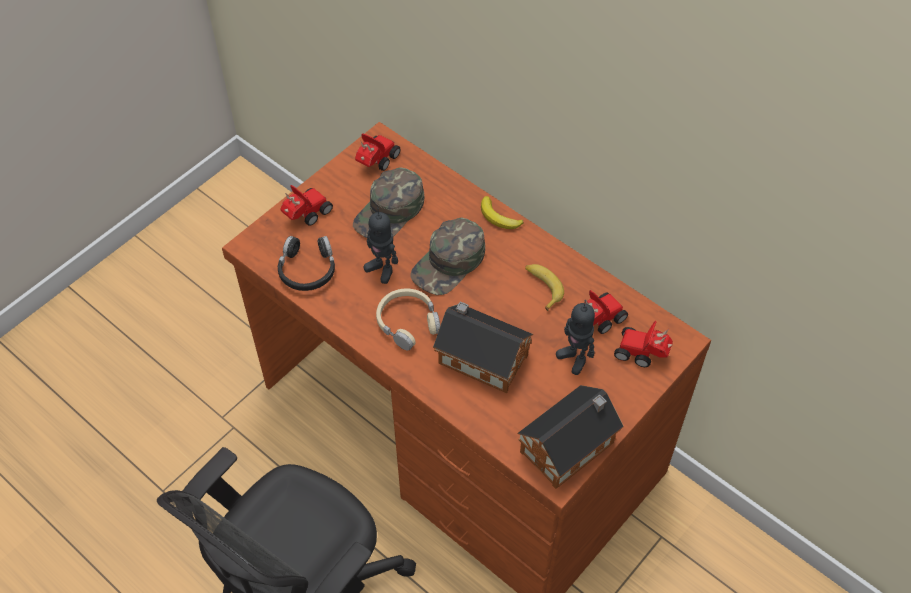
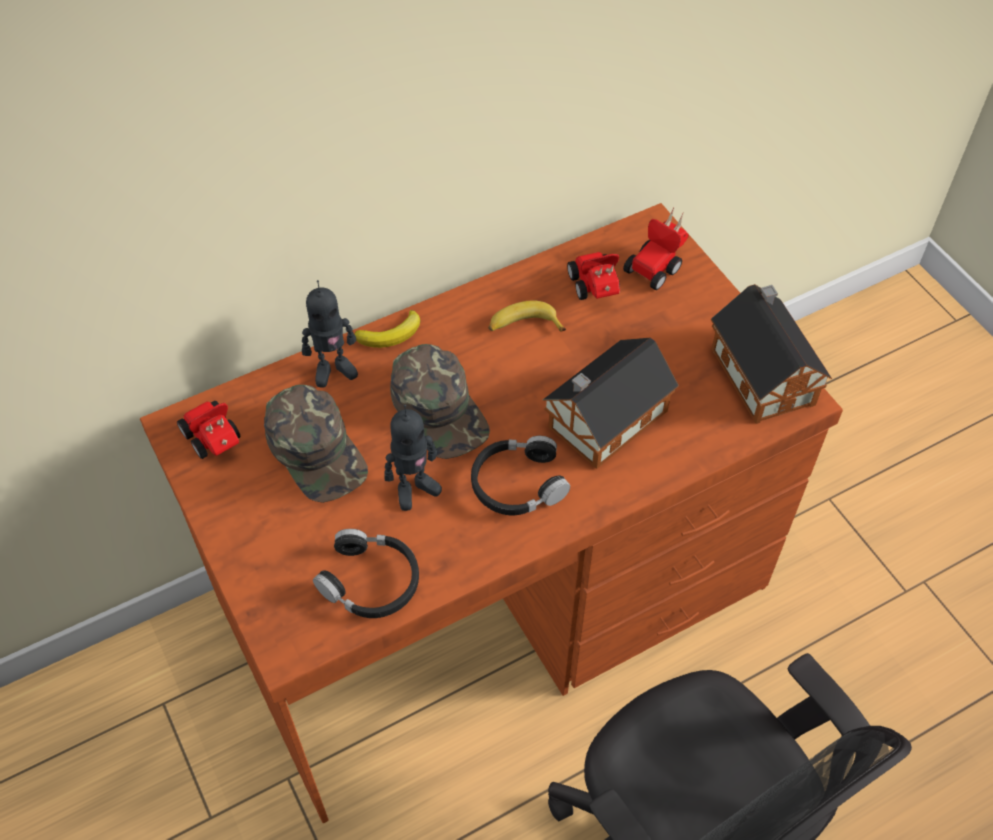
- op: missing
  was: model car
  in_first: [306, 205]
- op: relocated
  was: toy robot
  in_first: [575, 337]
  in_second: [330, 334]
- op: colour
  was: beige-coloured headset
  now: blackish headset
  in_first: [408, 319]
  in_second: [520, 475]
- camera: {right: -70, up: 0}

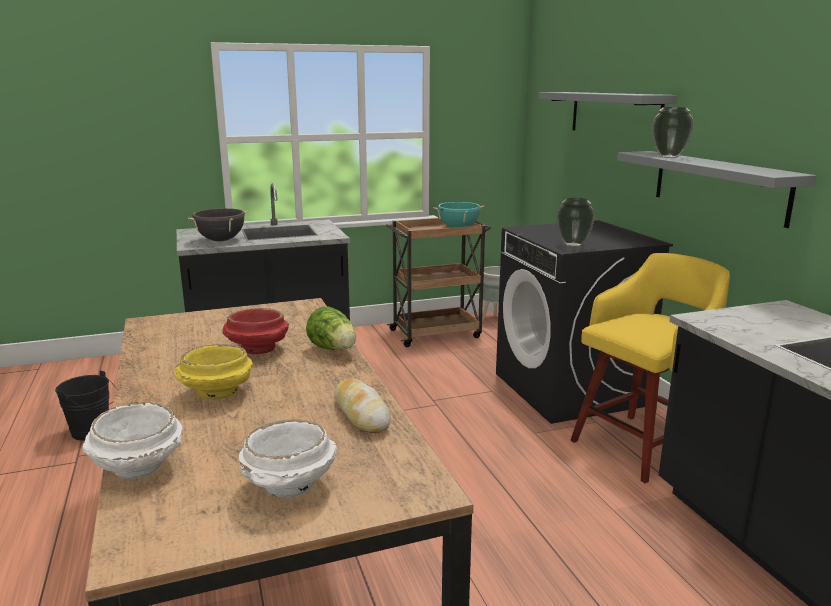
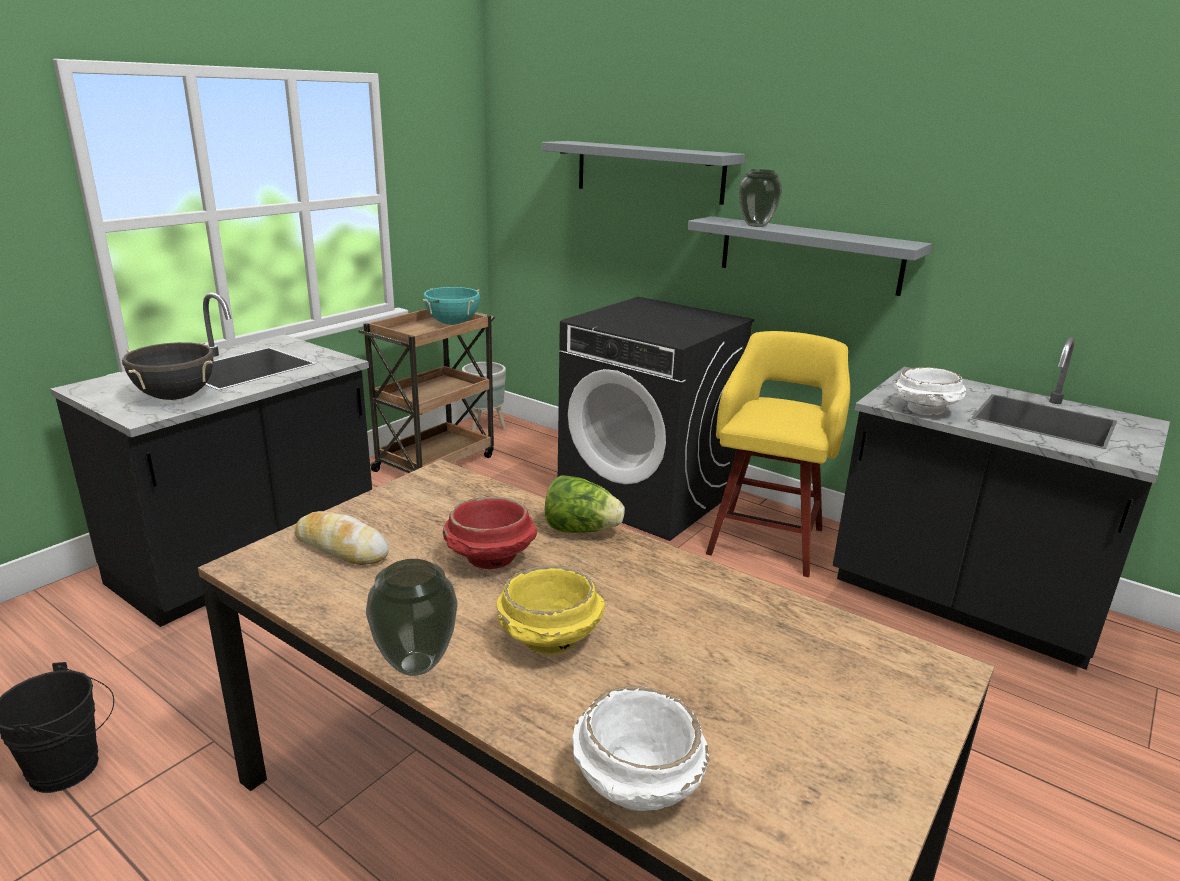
- op: relocated
  was: white-coloured bowl
  in_first: [288, 459]
  in_second: [930, 391]
- op: relocated
  was: bread
  in_first: [362, 406]
  in_second: [341, 538]
- op: relocated
  was: flower vase
  in_first: [576, 222]
  in_second: [412, 617]
- camera: {right: -35, up: 5}

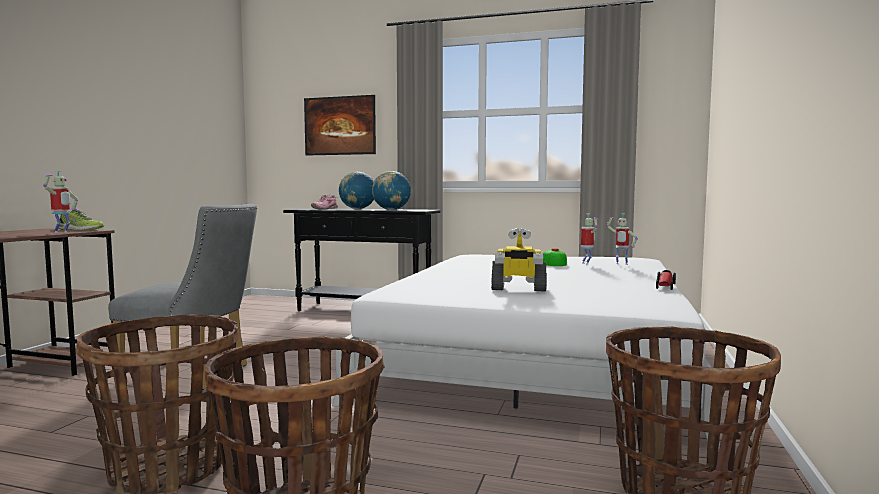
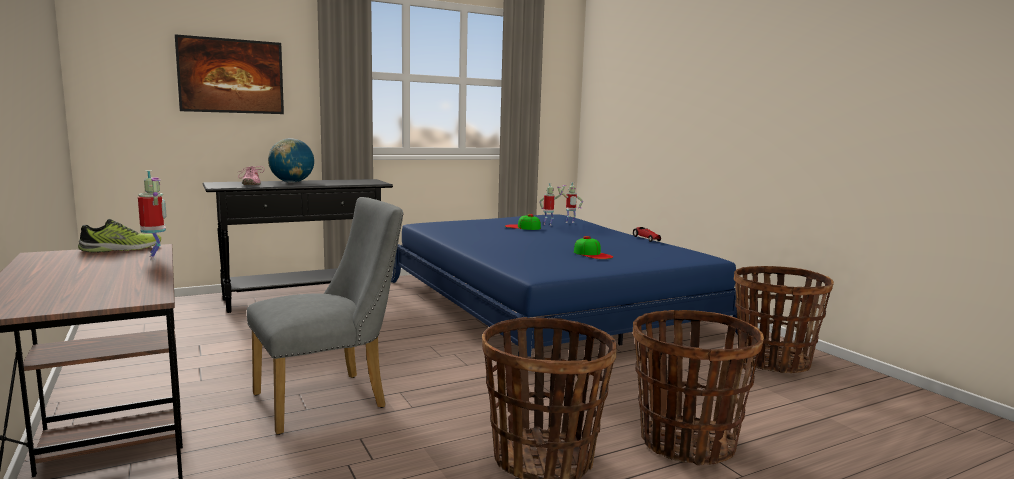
- op: missing
  was: globe
  in_first: [391, 190]
- op: exchanged
  was: toy robot
  now: peaked cap
  in_first: [519, 260]
  in_second: [593, 247]
- op: colour
  was: white-coloured bedroom bed
  now: bluish bedroom bed
  in_first: [526, 354]
  in_second: [564, 285]
- camera: {right: -45, up: 5}

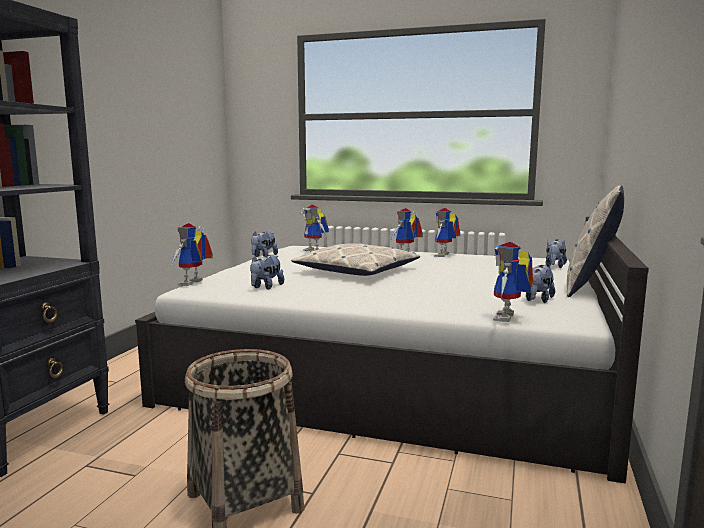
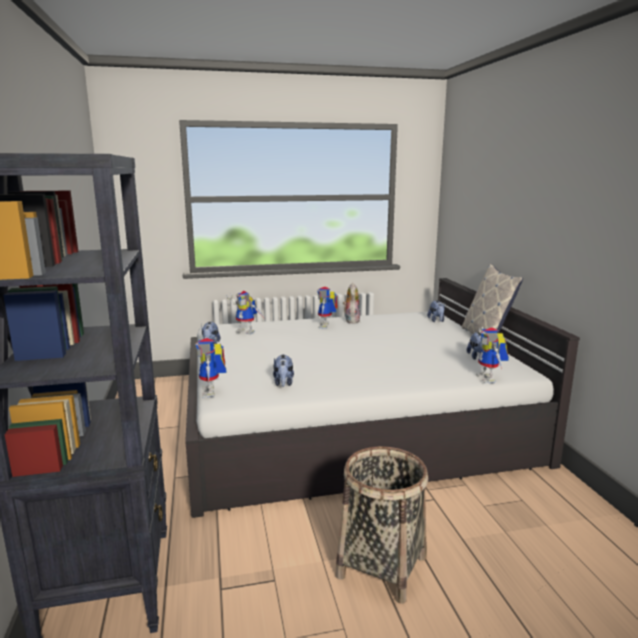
- op: missing
  was: throw pillow
  in_first: [355, 259]
- op: exchanged
  was: toy robot
  now: soft toy
  in_first: [447, 232]
  in_second: [351, 303]
- camera: {right: -30, up: 5}

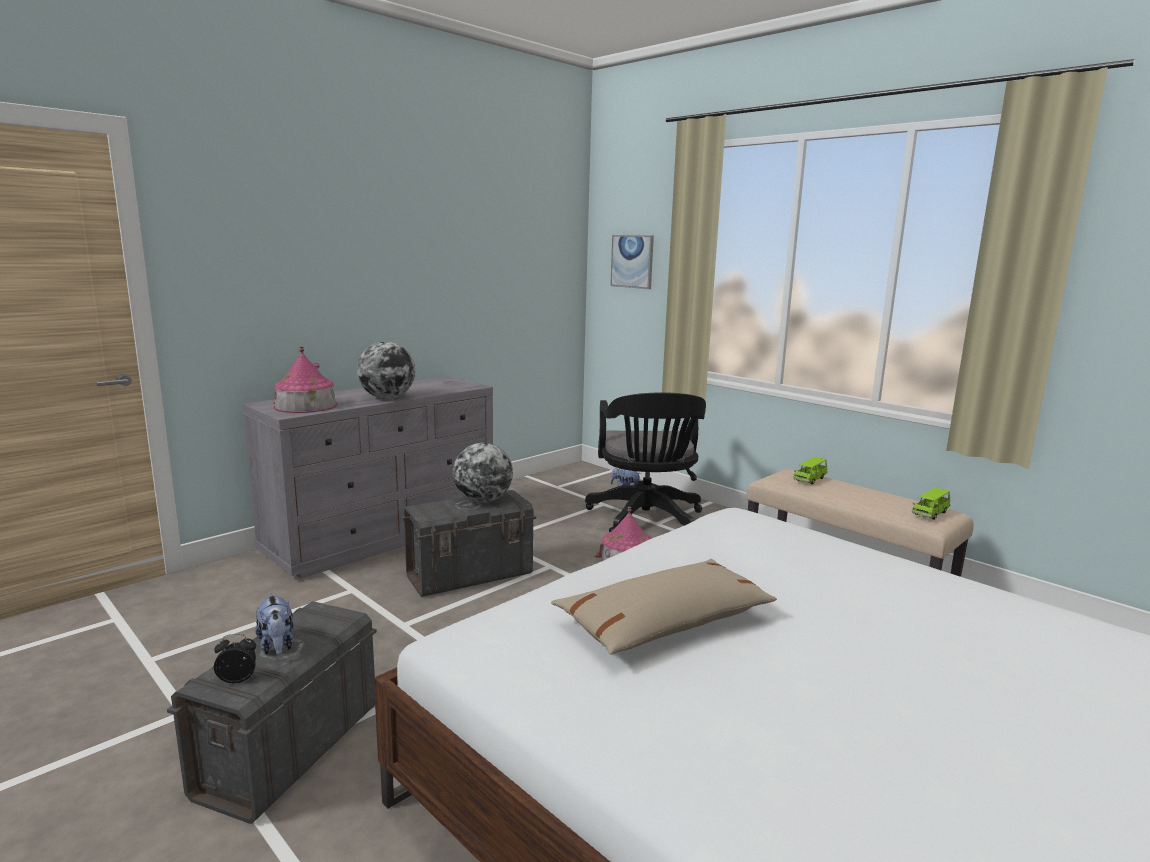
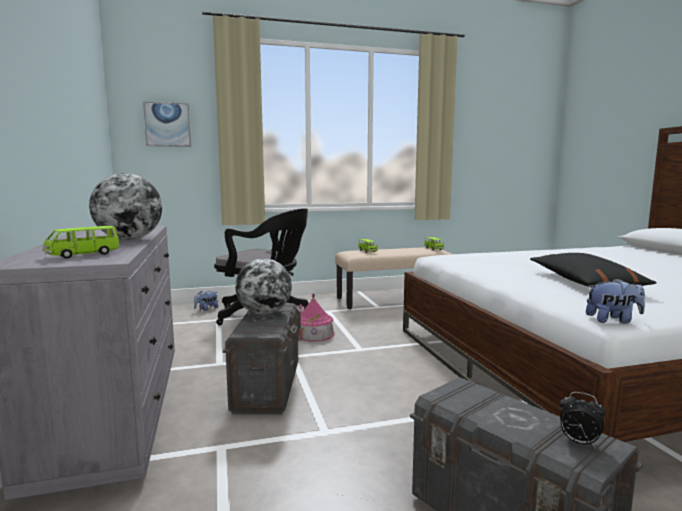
- op: relocated
  was: soft toy
  in_first: [274, 624]
  in_second: [615, 301]
- op: exchanged
  was: miniature house
  now: green model car
  in_first: [305, 379]
  in_second: [81, 242]
- op: colour
  was: beige-coloured throw pillow
  now: blackish throw pillow
  in_first: [664, 606]
  in_second: [593, 269]
- op: spun
  was: table clock
  in_first: [235, 658]
  in_second: [583, 420]
  clockwise: -75
- camera: {right: -60, up: -5}

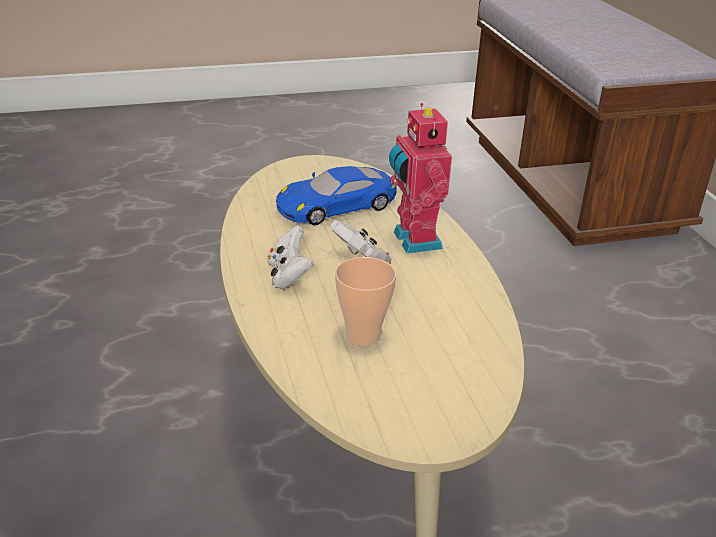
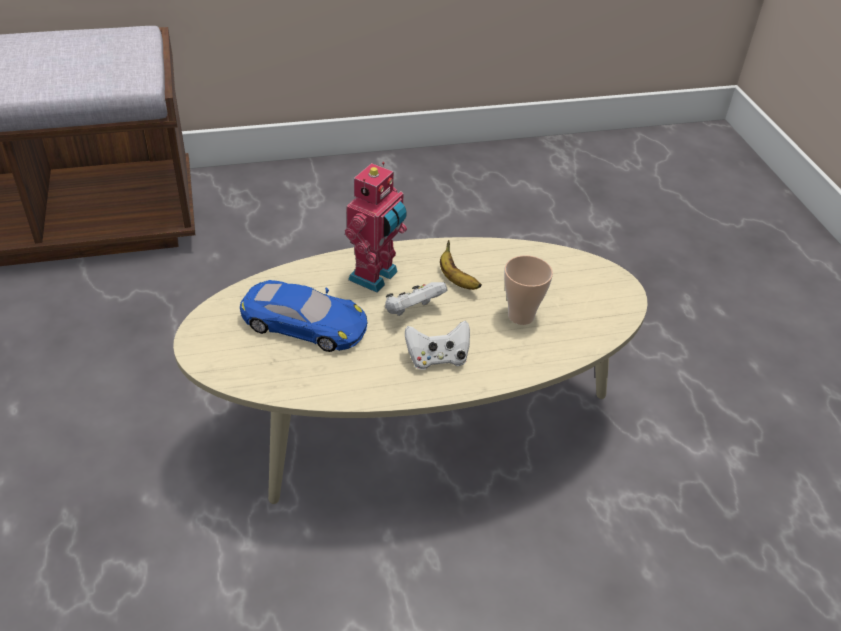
- op: appeared
  now: banana
  in_second: [461, 265]
- op: spun
  was: bluish model car
  in_first: [336, 195]
  in_second: [303, 316]
  clockwise: -45
- op: spun
  was: toy robot
  in_first: [420, 178]
  in_second: [376, 227]
  clockwise: -45
- camera: {right: -90, up: 10}

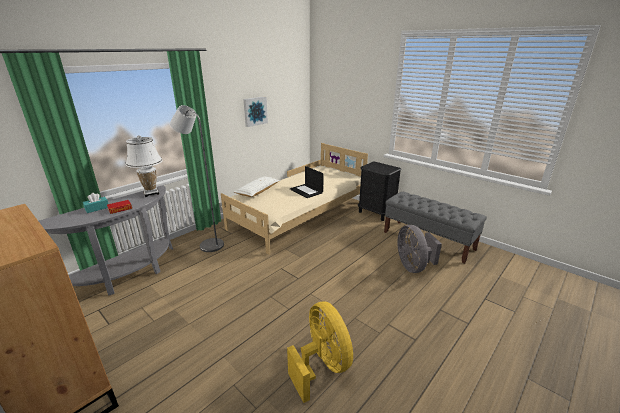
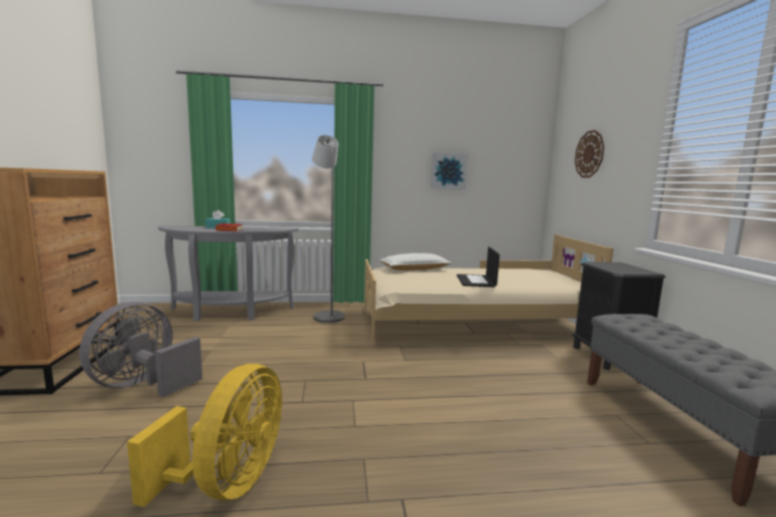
- op: missing
  was: white-coloured table lamp
  in_first: [144, 166]
- op: appeared
  now: wall clock
  in_second: [589, 154]
- op: relocated
  was: grey cooling fan
  in_first: [419, 249]
  in_second: [140, 349]
- camera: {right: 40, up: -15}

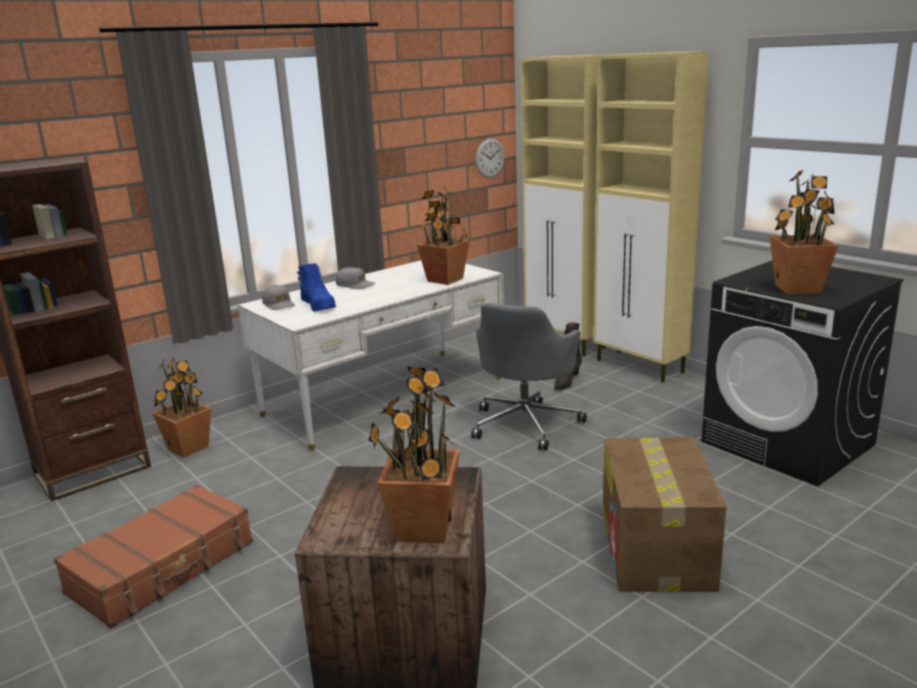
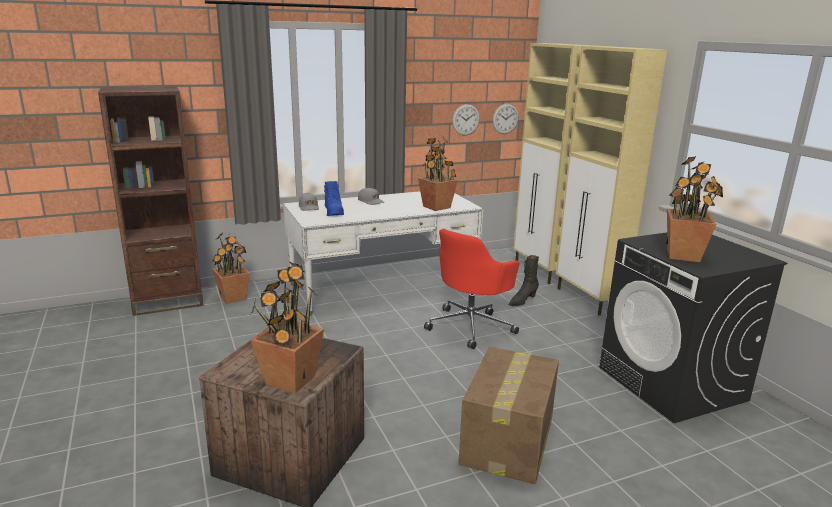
- op: missing
  was: brown-coloured piece of luggage
  in_first: [153, 556]
- op: appeared
  now: wall clock
  in_second: [466, 120]
- op: colour
  was: grey computer chair
  now: red computer chair
  in_first: [529, 376]
  in_second: [471, 289]
- camera: {right: 15, up: 0}

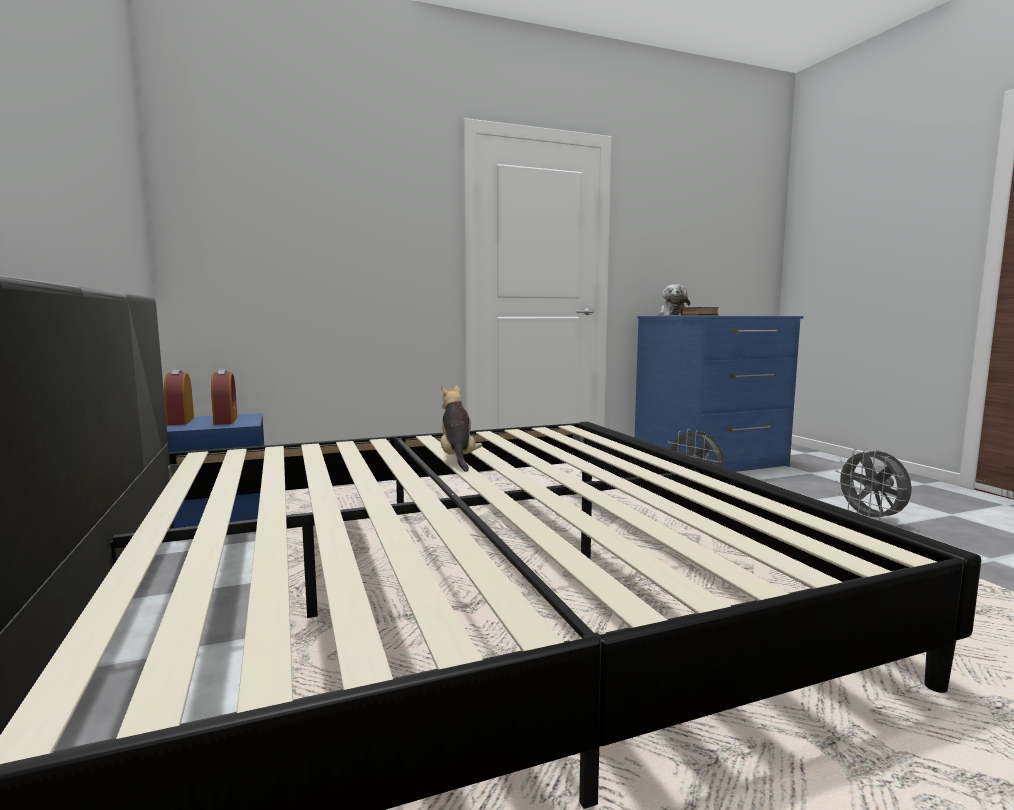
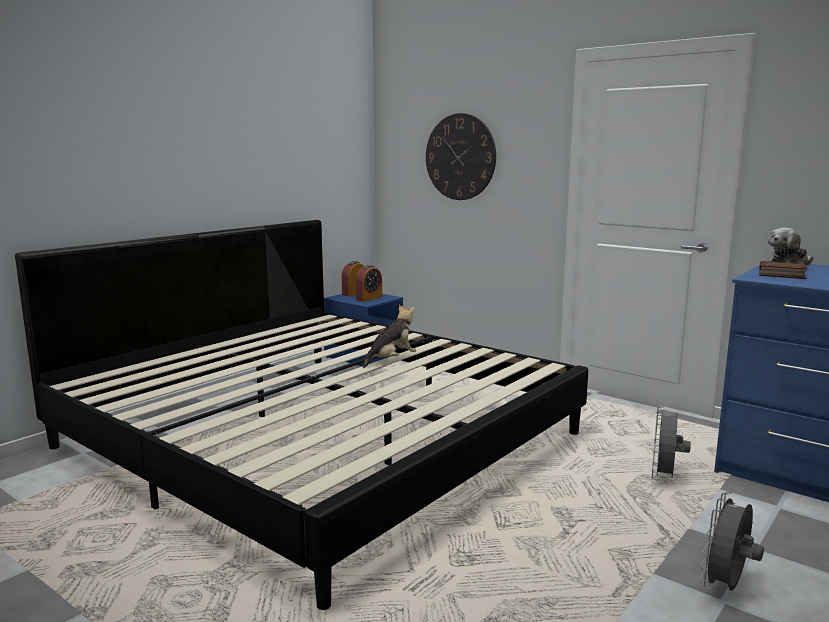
- op: appeared
  now: wall clock
  in_second: [461, 156]
- camera: {right: 60, up: 5}

